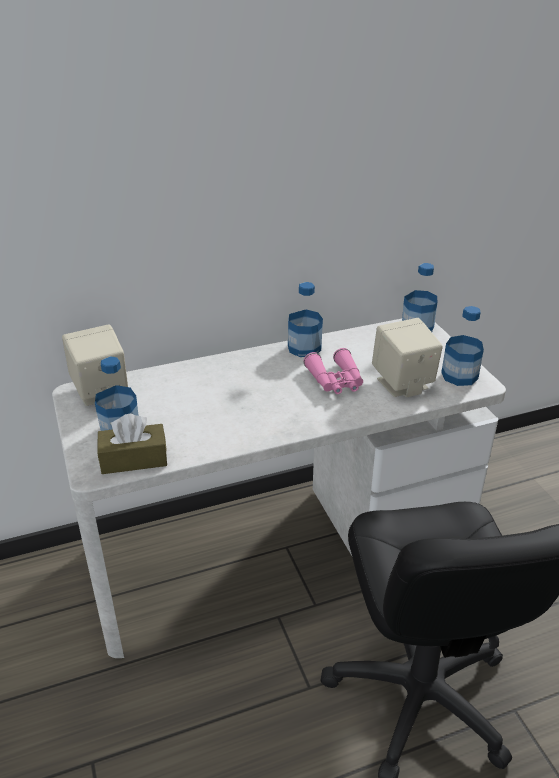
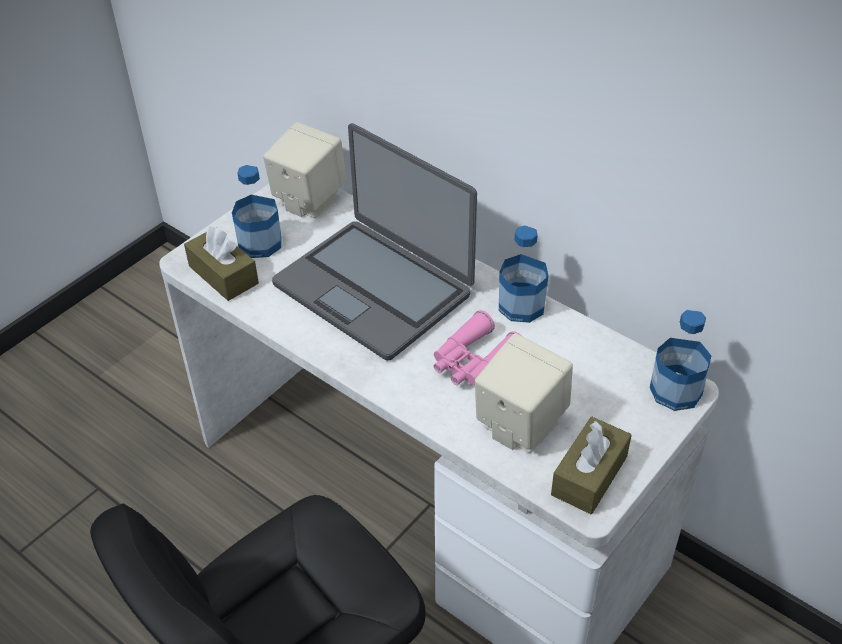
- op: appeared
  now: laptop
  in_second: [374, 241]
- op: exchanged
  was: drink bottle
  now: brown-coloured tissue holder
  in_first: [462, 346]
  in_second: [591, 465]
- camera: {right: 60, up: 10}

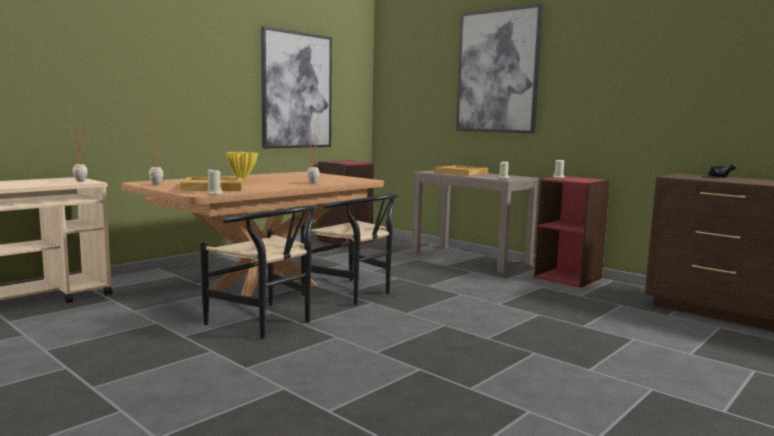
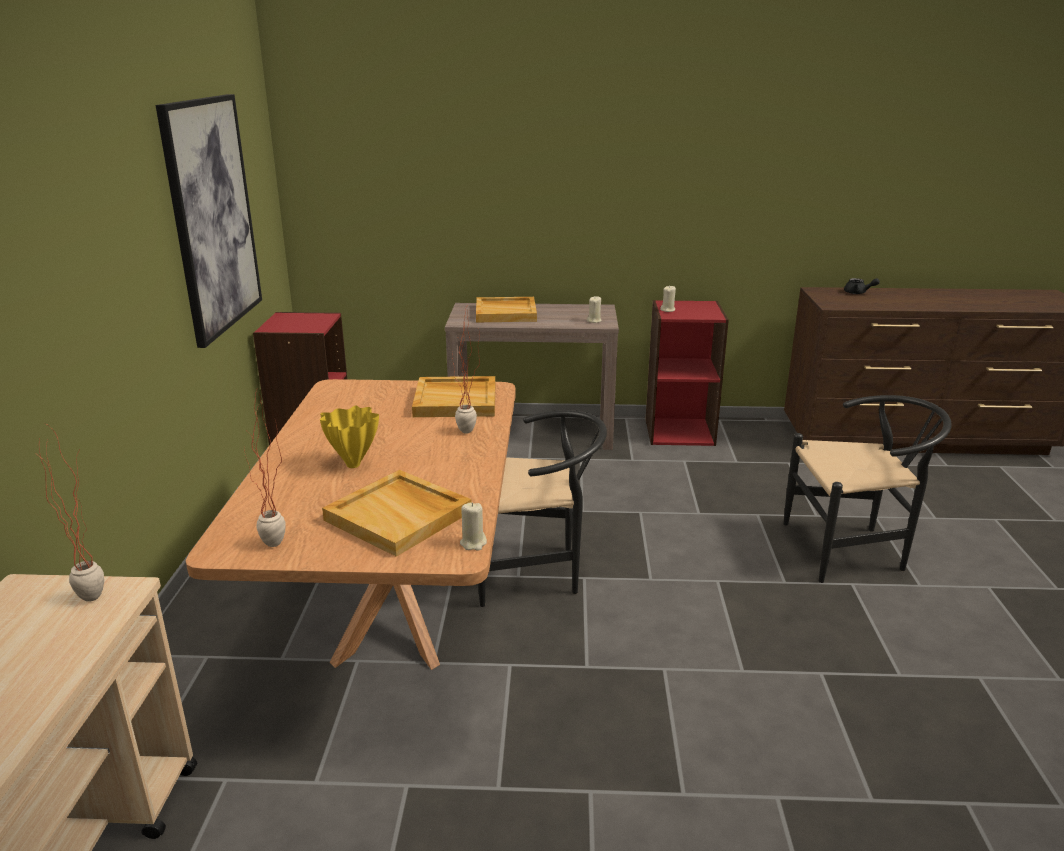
- op: missing
  was: wall picture
  in_first: [499, 68]
- op: appeared
  now: beige-coloured serving tray
  in_second: [453, 396]
- op: relocated
  was: blackish chair
  in_first: [259, 272]
  in_second: [868, 489]
- camera: {right: -40, up: 15}

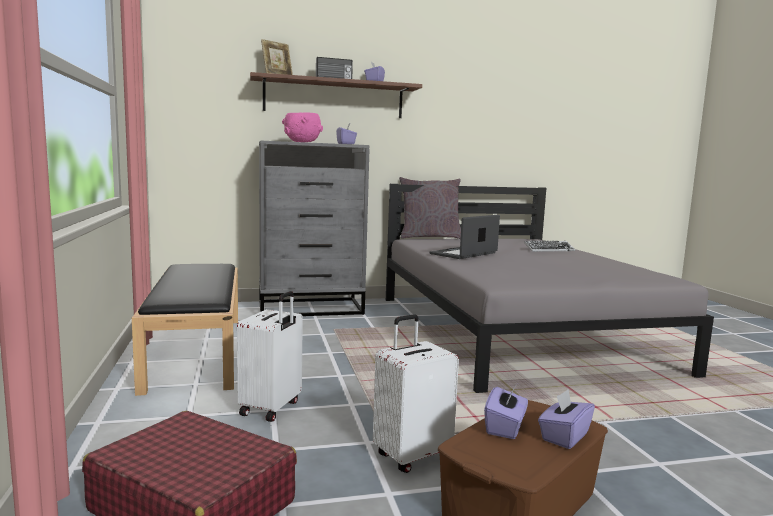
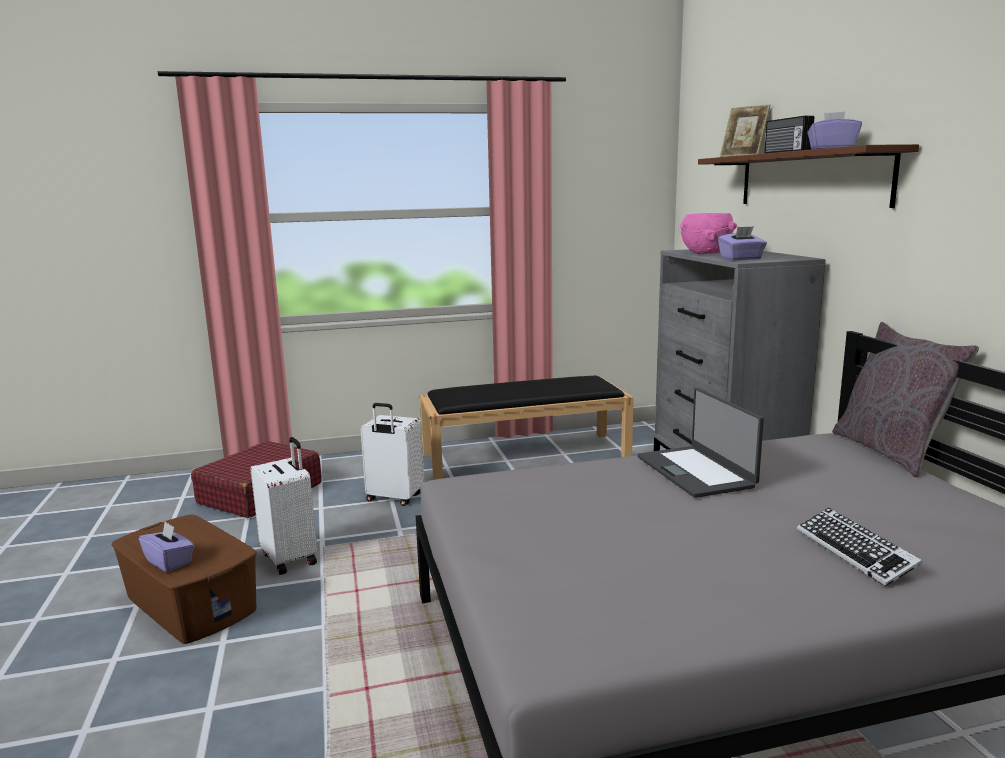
- op: missing
  was: purplish tissue holder
  in_first: [506, 411]
- op: spun
  was: laptop
  in_first: [464, 237]
  in_second: [700, 443]
  clockwise: -150
- camera: {right: 90, up: 5}

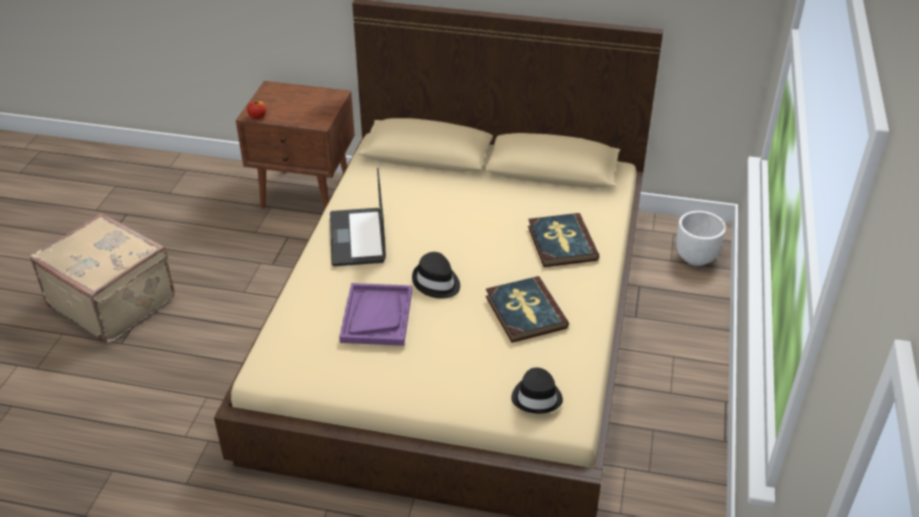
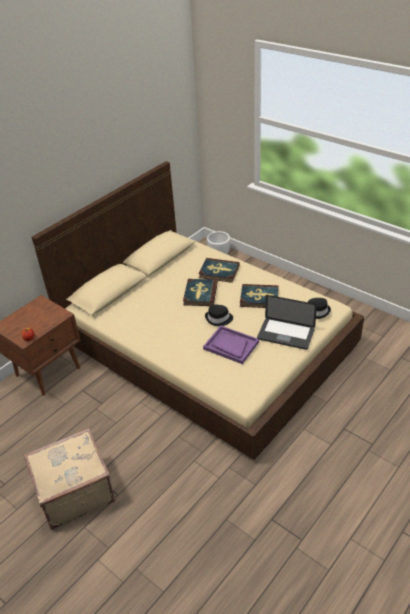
- op: appeared
  now: bound book
  in_second: [200, 292]
- op: relocated
  was: laptop
  in_first: [358, 216]
  in_second: [287, 322]
- camera: {right: -60, up: 0}

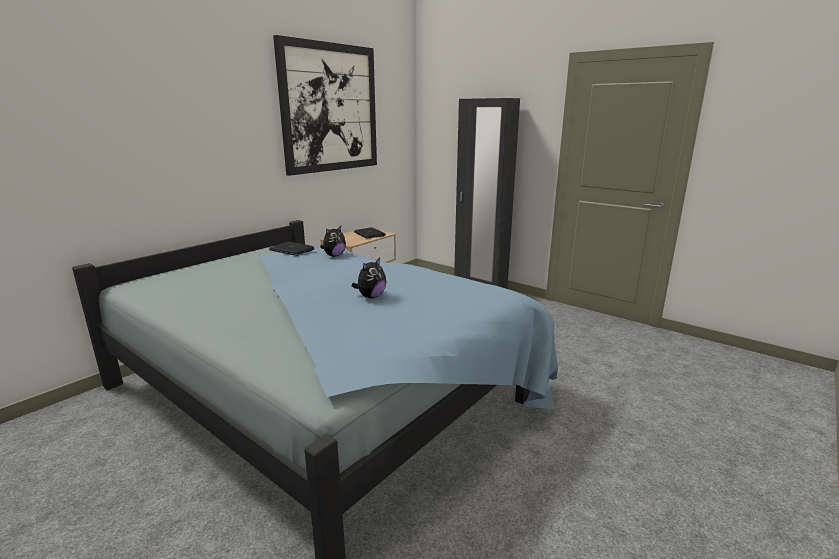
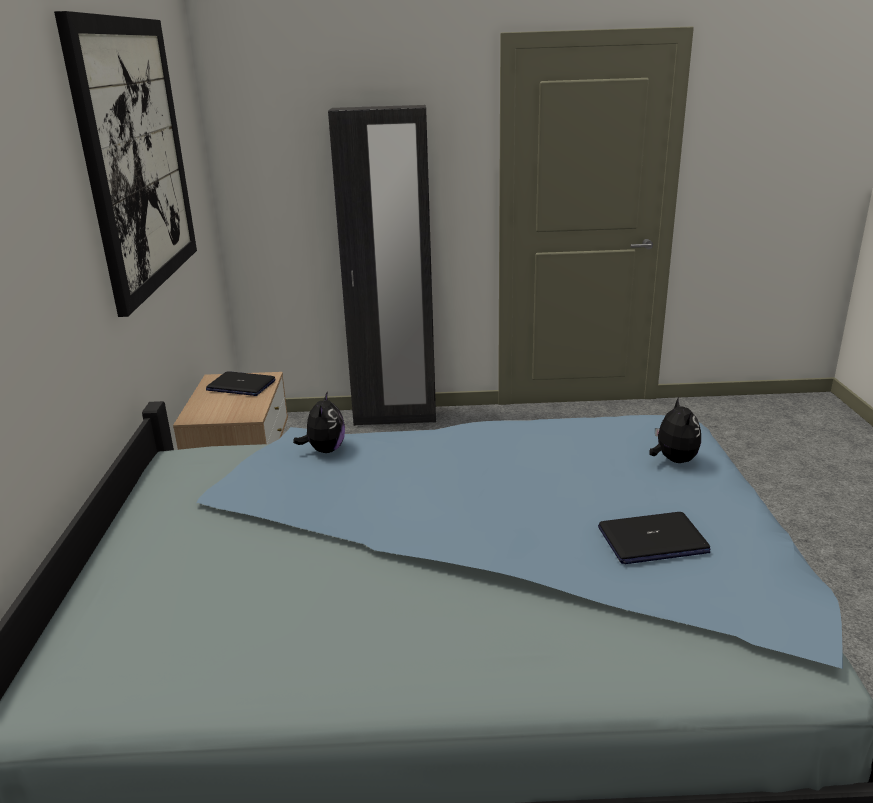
- op: relocated
  was: laptop
  in_first: [292, 249]
  in_second: [654, 538]
- op: relocated
  was: soft toy
  in_first: [369, 278]
  in_second: [675, 430]
- camera: {right: -40, up: 5}

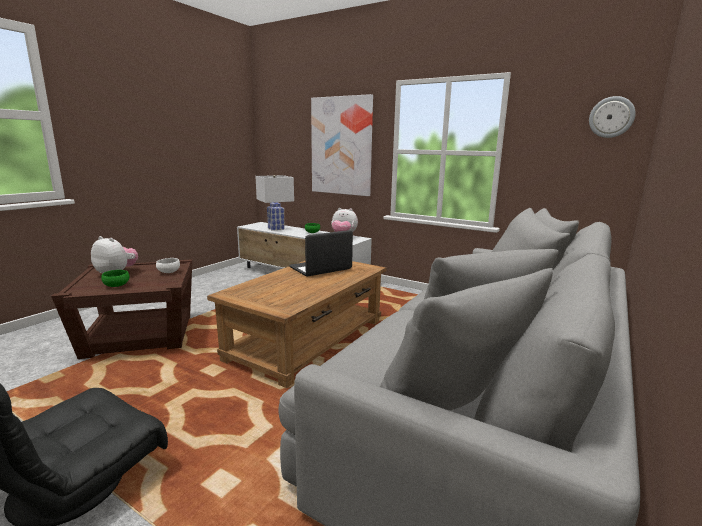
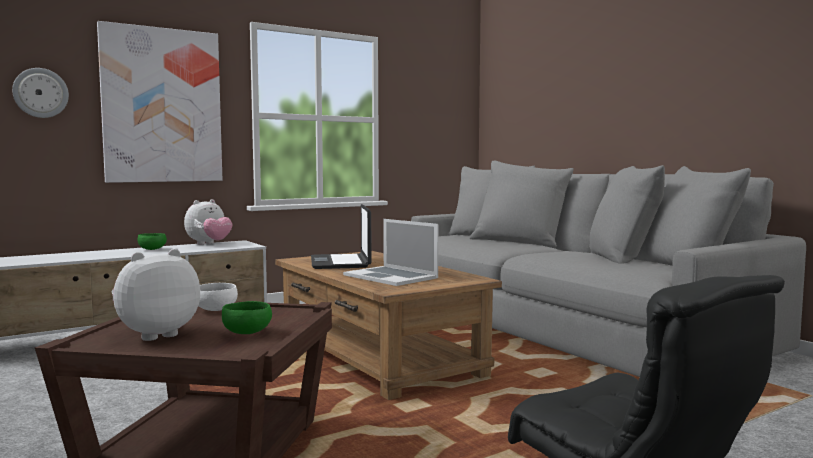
- op: missing
  was: white-coloured table lamp
  in_first: [275, 203]
- op: appeared
  now: laptop
  in_second: [390, 252]
- op: relocated
  was: wall clock
  in_first: [612, 117]
  in_second: [40, 93]
- camera: {right: -65, up: -10}

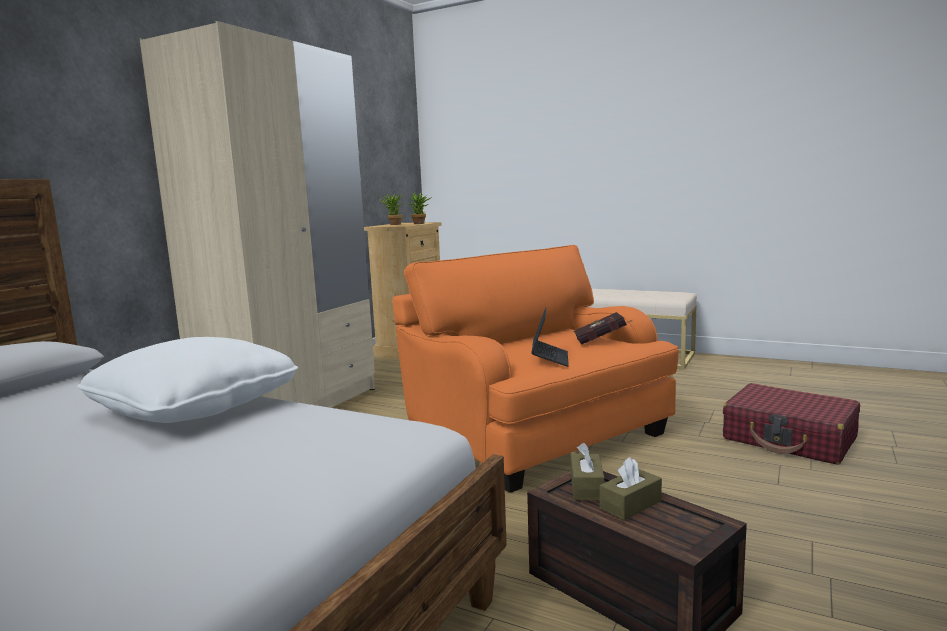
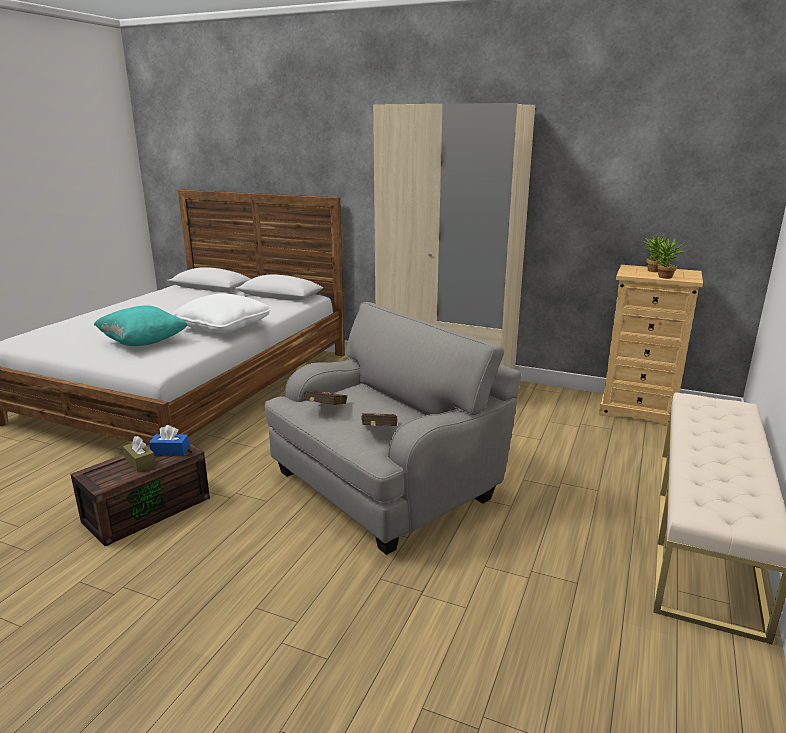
- op: missing
  was: red piece of luggage
  in_first: [791, 424]
- op: appeared
  now: blue-green throw pillow
  in_second: [140, 326]
- op: exchanged
  was: laptop
  now: red bound book
  in_first: [550, 337]
  in_second: [325, 398]
- op: colour
  was: orange lounge chair
  now: grey lounge chair
  in_first: [535, 369]
  in_second: [393, 428]
- op: colour
  was: brown-coloured tissue holder
  now: bluish tissue holder
  in_first: [588, 471]
  in_second: [169, 440]
- camera: {right: 85, up: 10}

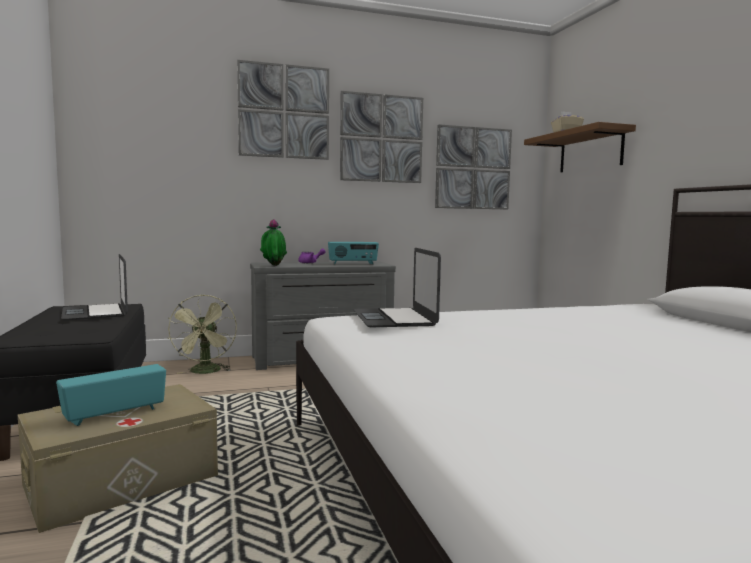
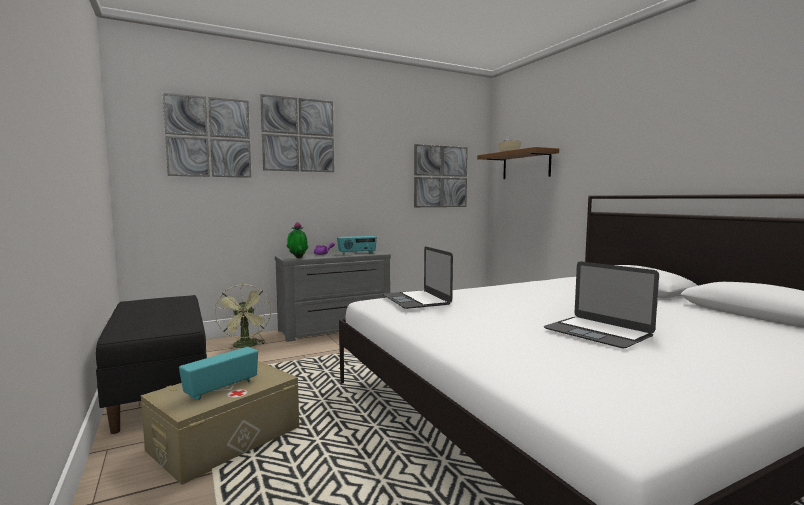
- op: relocated
  was: laptop
  in_first: [94, 287]
  in_second: [601, 305]
- op: relocated
  was: wall picture
  in_first: [381, 137]
  in_second: [207, 135]
- camera: {right: -10, up: 0}

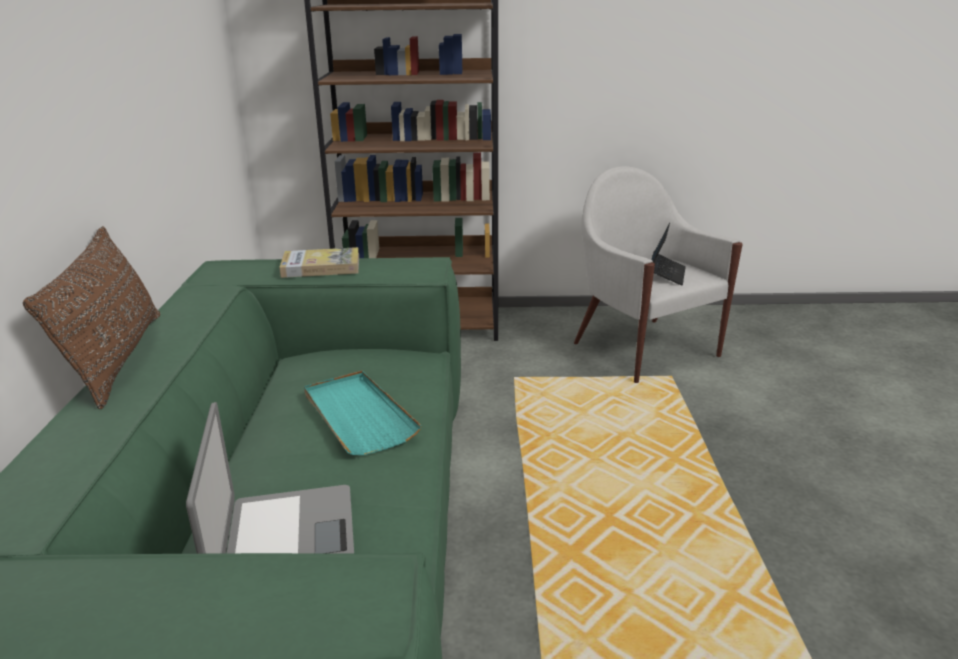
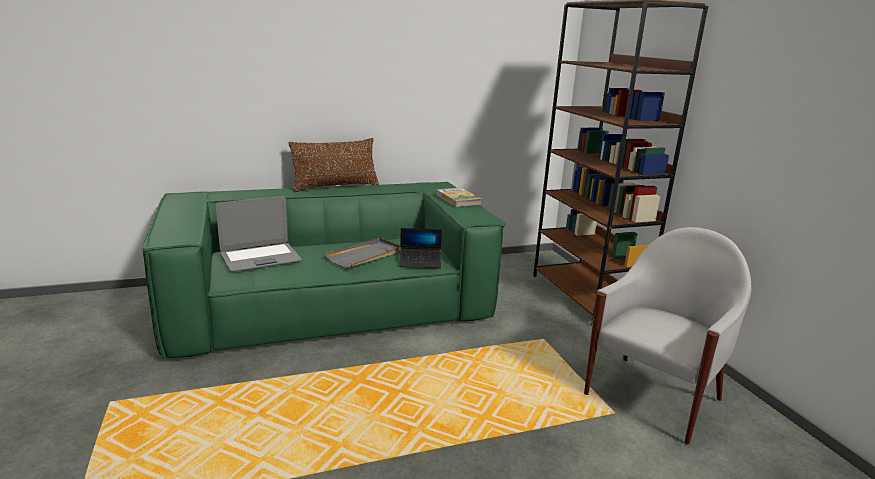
- op: relocated
  was: laptop
  in_first: [669, 254]
  in_second: [420, 248]
- op: colour
  was: blue-green serving tray
  now: grey serving tray
  in_first: [363, 413]
  in_second: [362, 253]
- camera: {right: 70, up: -5}

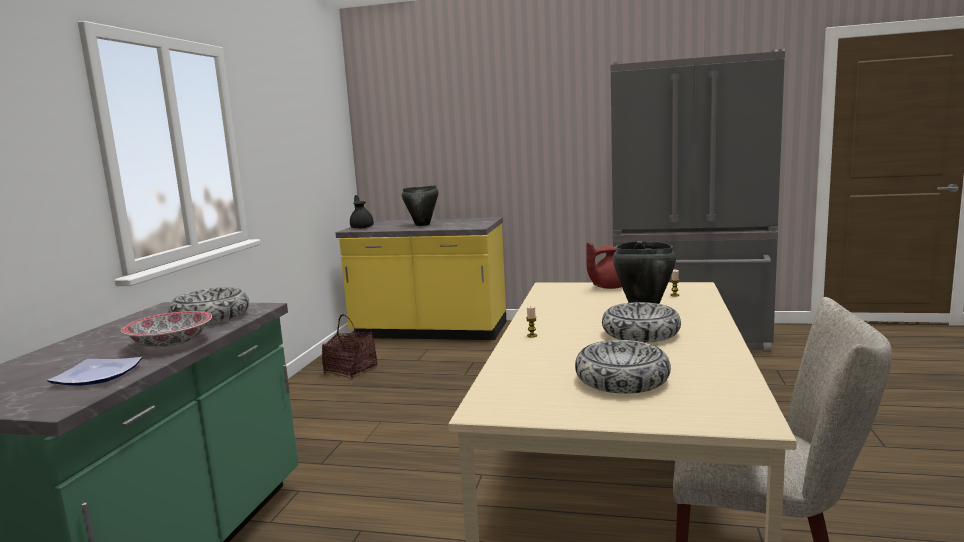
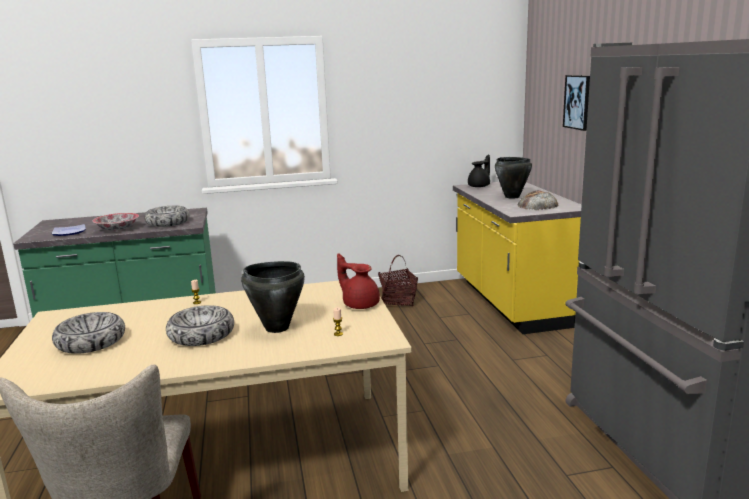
- op: appeared
  now: bread
  in_second: [537, 200]
- op: appeared
  now: wall picture
  in_second: [576, 103]
- camera: {right: 65, up: 5}

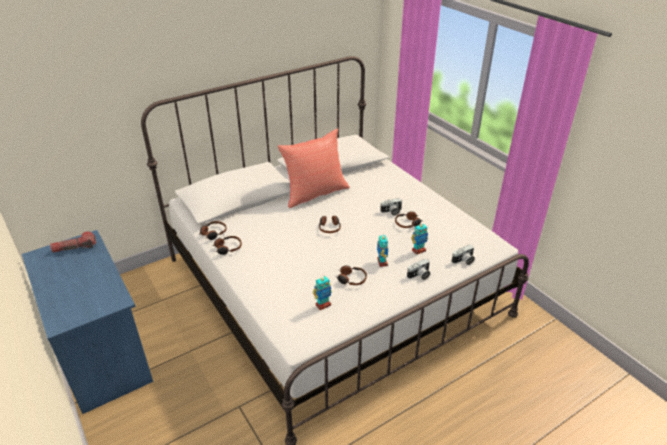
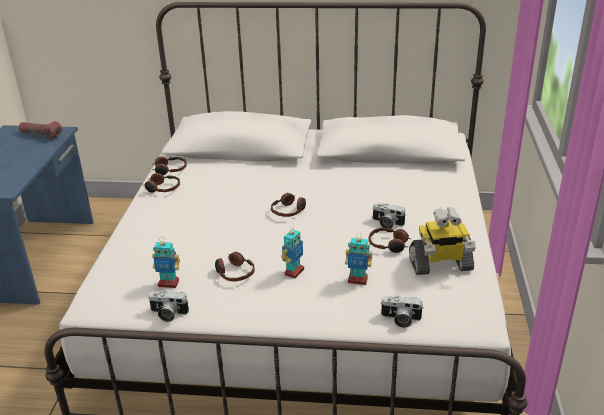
- op: missing
  was: red throw pillow
  in_first: [313, 168]
- op: appeared
  now: toy robot
  in_second: [442, 241]
- op: relocated
  was: still camera
  in_first: [418, 269]
  in_second: [168, 306]
- camera: {right: 40, up: -5}

